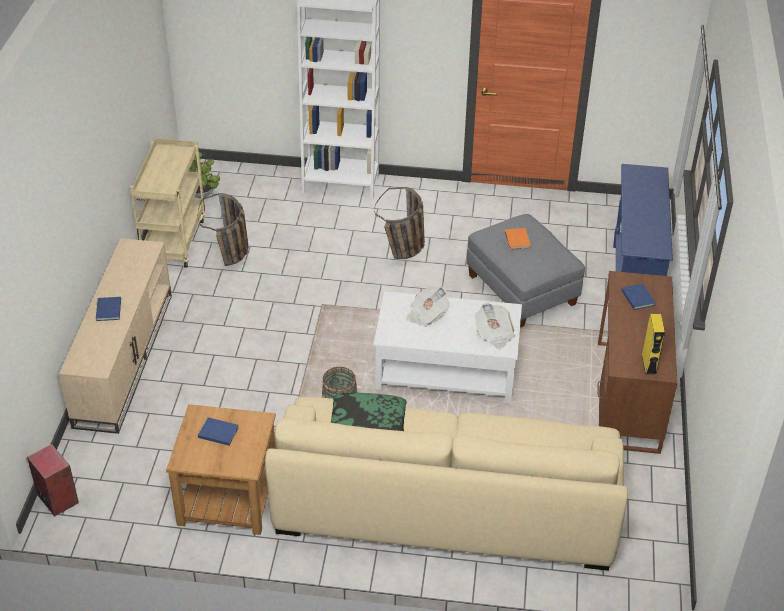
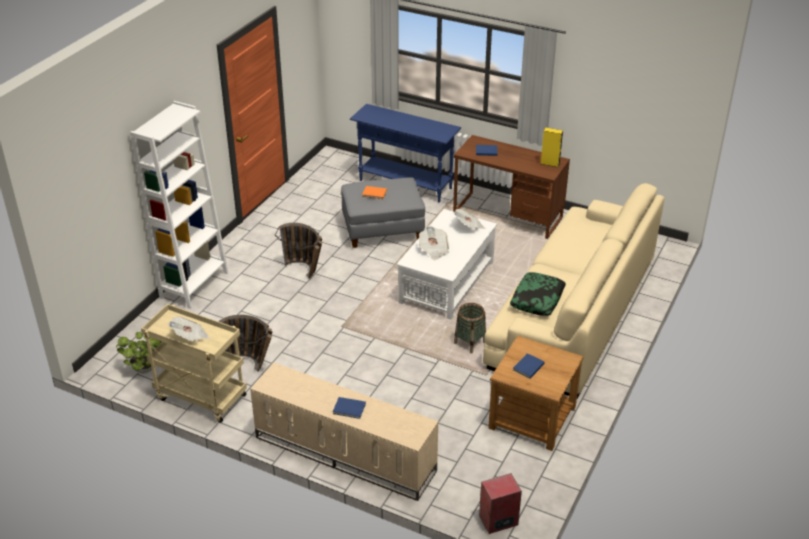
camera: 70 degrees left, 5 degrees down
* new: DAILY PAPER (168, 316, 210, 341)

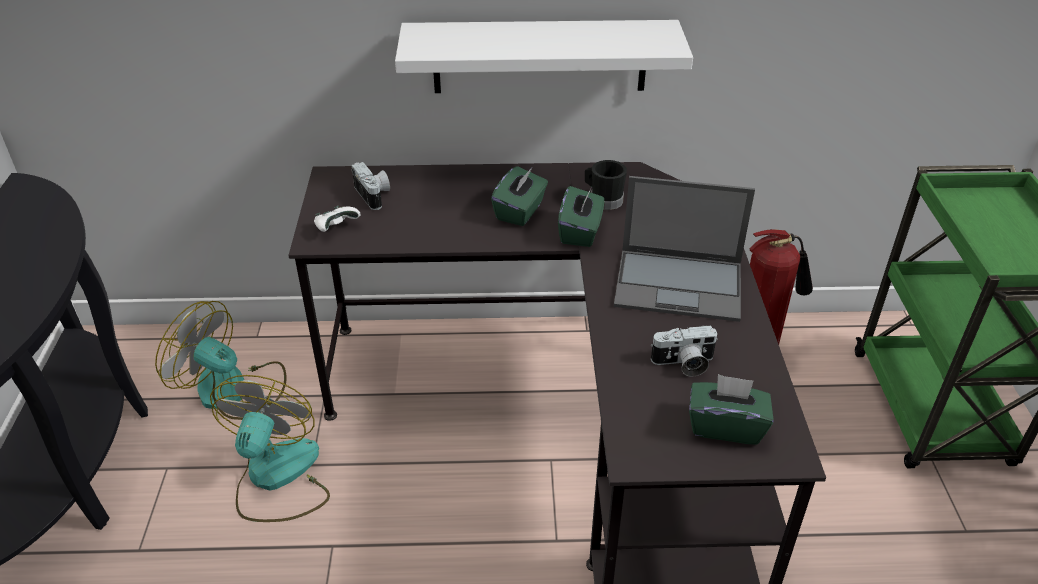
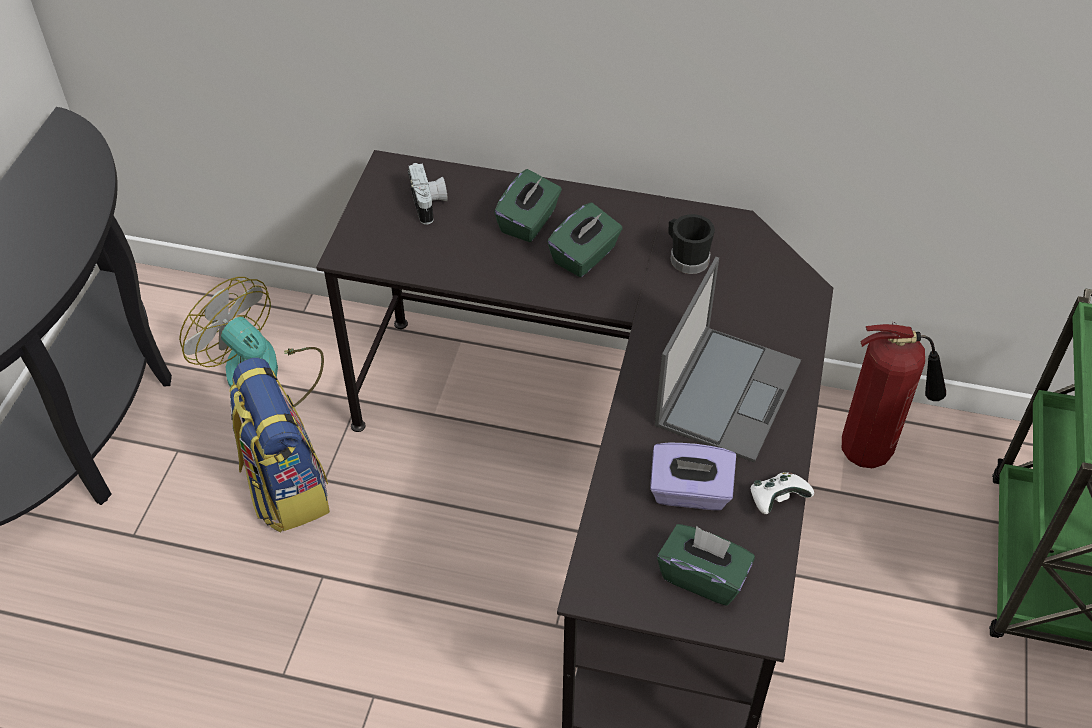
camera: 15 degrees right, 10 degrees up
* swapped: COOLING FAN (210, 375, 330, 522) to BACKPACK (229, 357, 330, 533)
* shifted: WHITISH GAMEPAD (314, 206, 360, 232) to (750, 472, 814, 514)
* gone: WHITISH WALL SHELF (395, 20, 693, 93)
* shifted: GREEN-COLOURED TISSUE HOLDER (558, 186, 604, 247) to (494, 169, 562, 242)
* rotated: PORTABLE COMPUTER (614, 176, 755, 322) = (655, 257, 801, 462) 90 degrees counterclockwise
* swapped: PHOTO CAMERA (650, 325, 718, 377) to PURPLISH TISSUE HOLDER (650, 442, 736, 510)

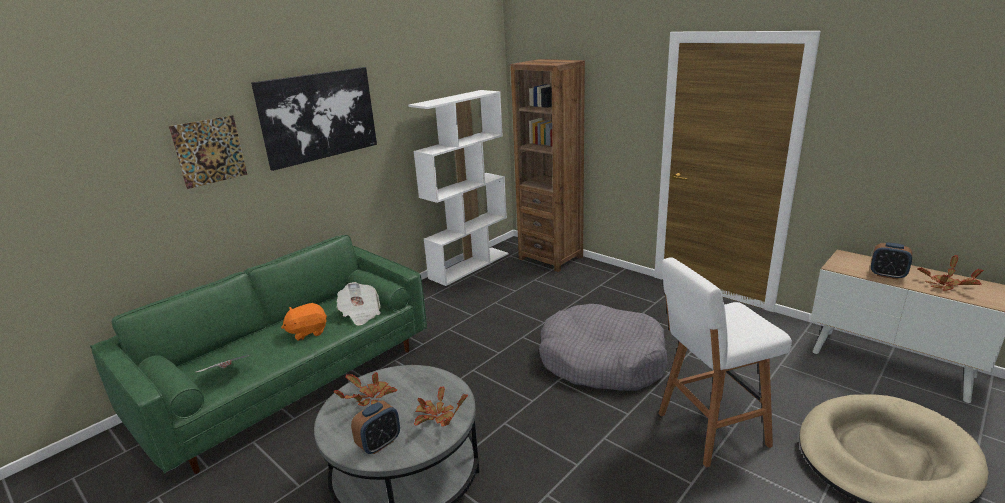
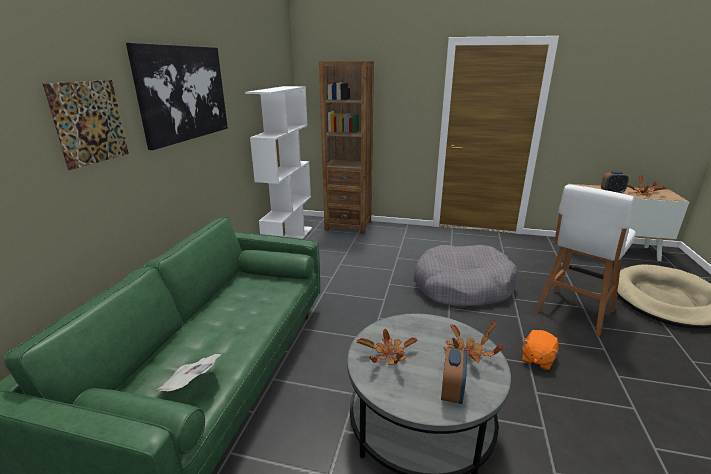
camera: 30 degrees left, 0 degrees up
* shifted: ORANGE SOFT TOY (281, 303, 327, 341) to (522, 330, 559, 370)
* gone: DAILY PAPER (337, 282, 381, 326)

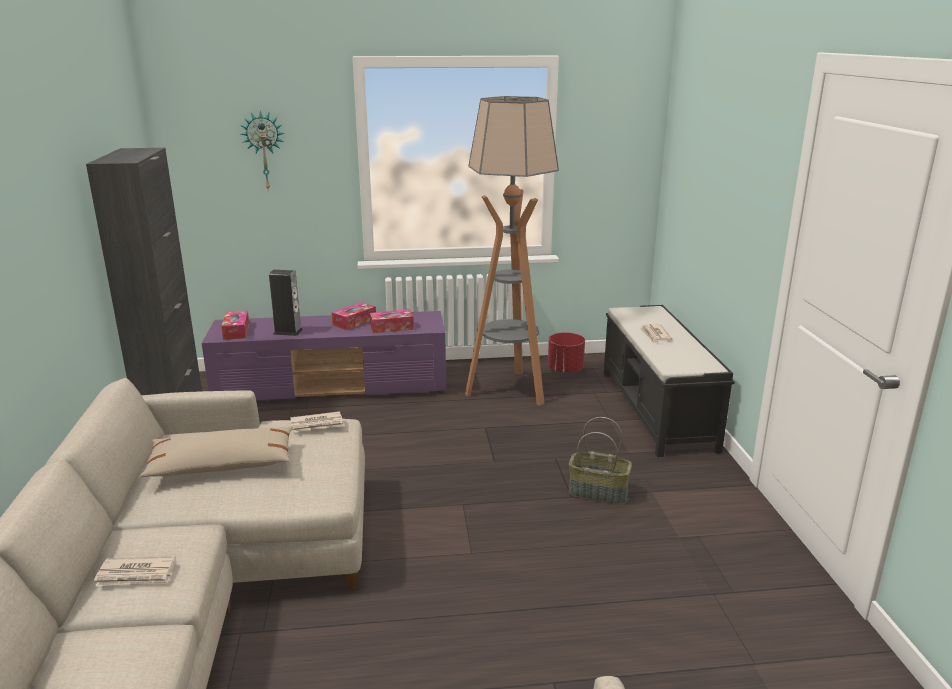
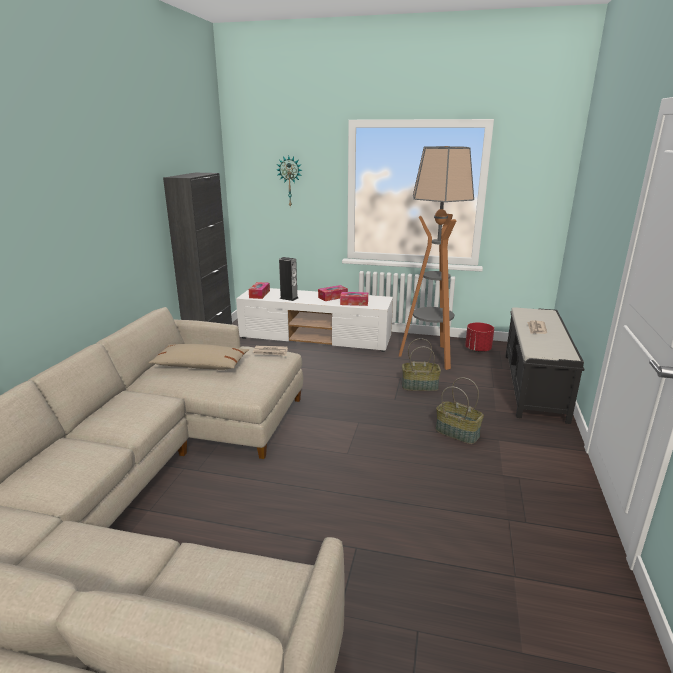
camera: 20 degrees right, 0 degrees up
* gone: DAILY PAPER (94, 556, 176, 586)
* repainted: PURPLISH TV UNIT (202, 311, 446, 400) to WHITISH TV UNIT (236, 288, 393, 352)
* new: STORAGE BASKET (402, 338, 441, 391)

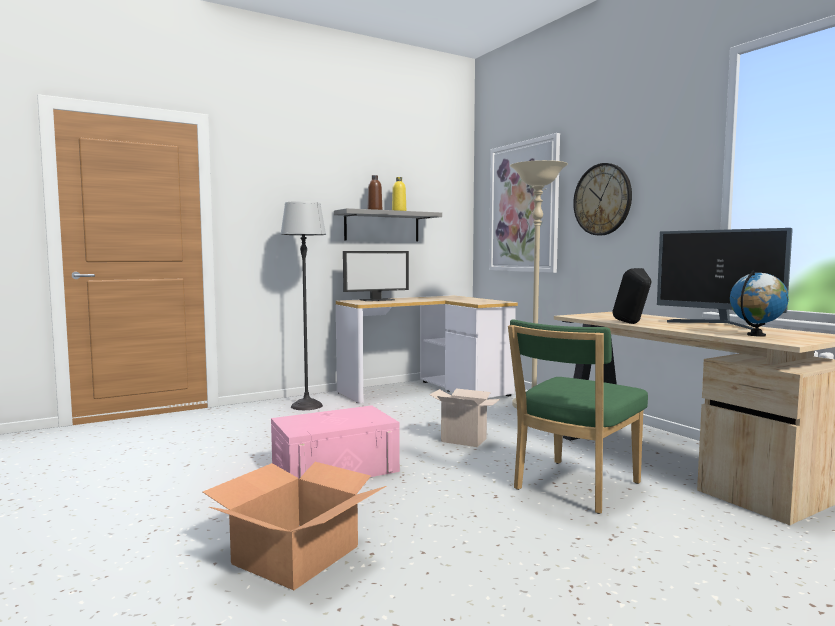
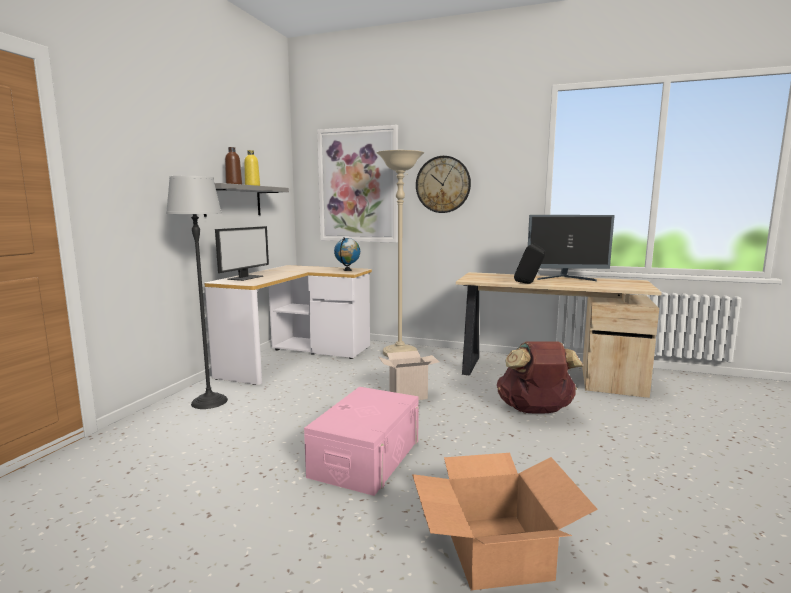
camera: 40 degrees left, 5 degrees up
* swapped: GREEN-COLOURED PLAIN CHAIR (508, 319, 648, 514) to BROWN BACKPACK (497, 341, 583, 414)
* shifted: DESK GLOBE (730, 271, 789, 337) to (334, 237, 360, 271)

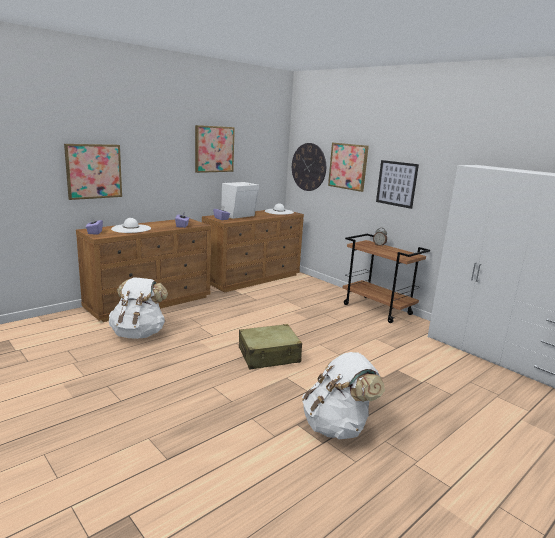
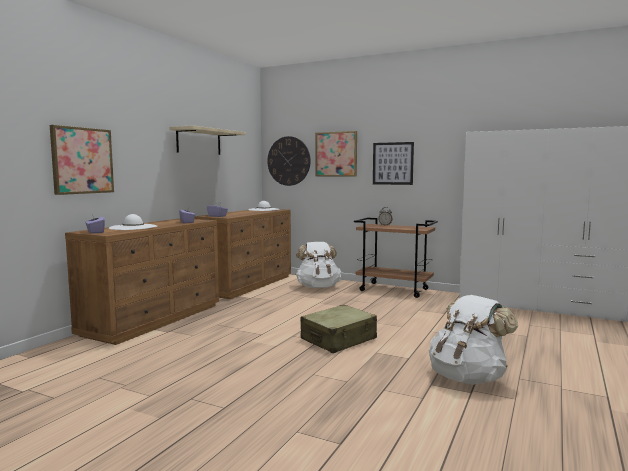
camera: 20 degrees left, 10 degrees down
* shifted: WHITISH BACKPACK (109, 277, 168, 339) to (295, 242, 341, 288)
* swapped: WALL PICTURE (195, 125, 235, 173) to SAND-COLOURED WALL SHELF (169, 125, 246, 155)
* gone: WHITISH LOUDSPEAKER (221, 181, 259, 219)

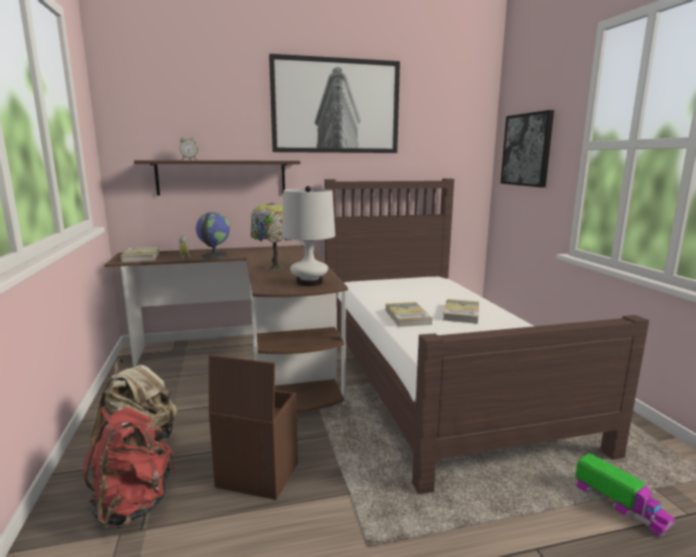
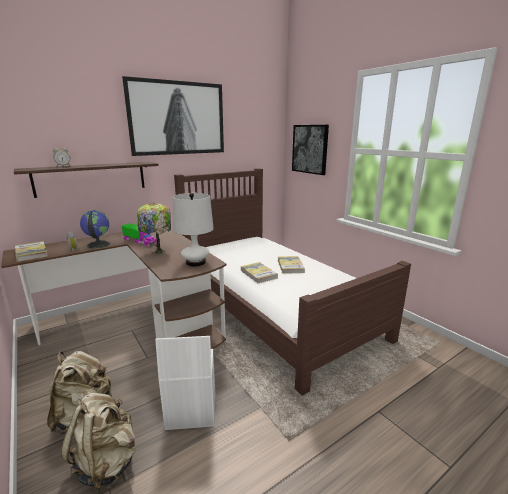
camera: 20 degrees left, 5 degrees up
* repainted: RED-COLOURED BACKPACK (82, 406, 175, 529) to SAND-COLOURED BACKPACK (61, 393, 135, 493)
* repainted: BROWN STORAGE BOX (209, 355, 298, 500) to WHITISH STORAGE BOX (155, 336, 215, 430)
* shifted: MODEL TRUCK (575, 453, 675, 537) to (122, 223, 157, 247)

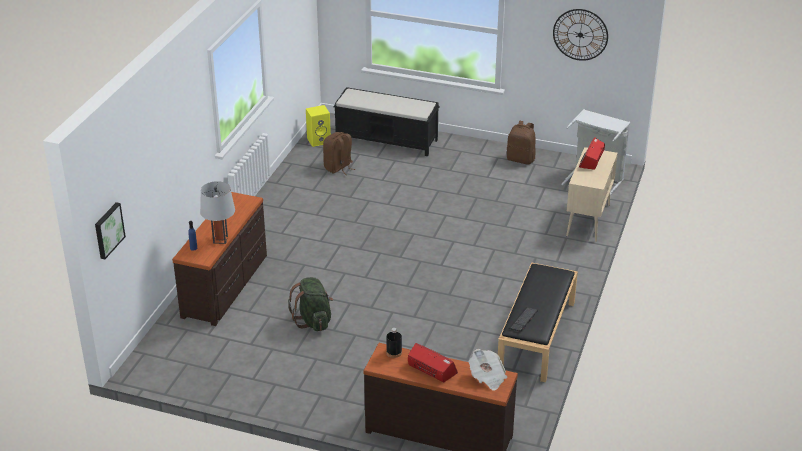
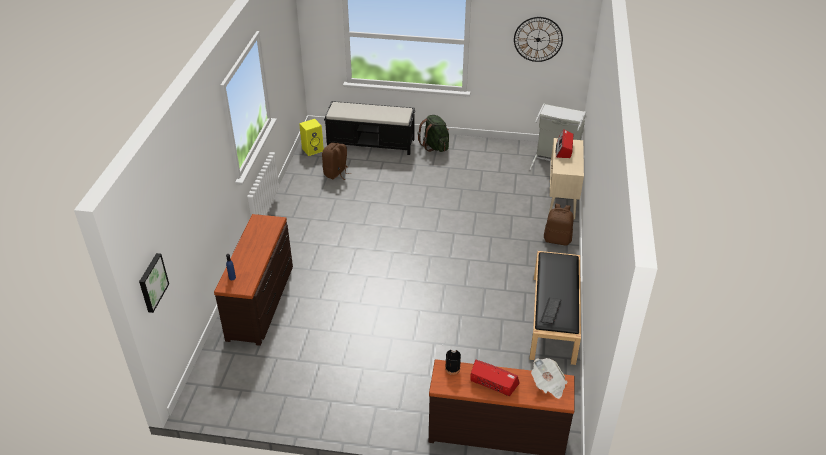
camera: 10 degrees left, 5 degrees up
* gone: GREYISH TABLE LAMP (200, 181, 235, 244)
* shifted: GREEN-COLOURED BACKPACK (288, 277, 333, 331) to (418, 115, 449, 152)
* shifted: BROWN BACKPACK (507, 121, 536, 165) to (544, 204, 574, 246)

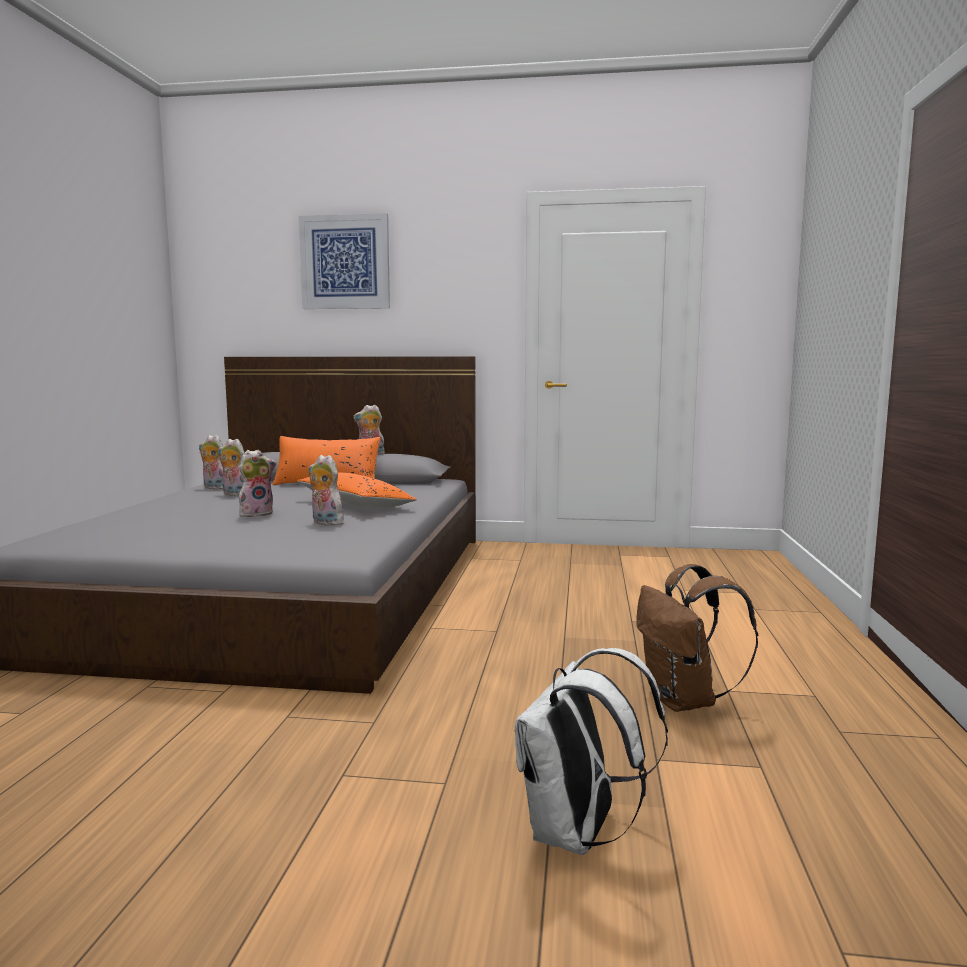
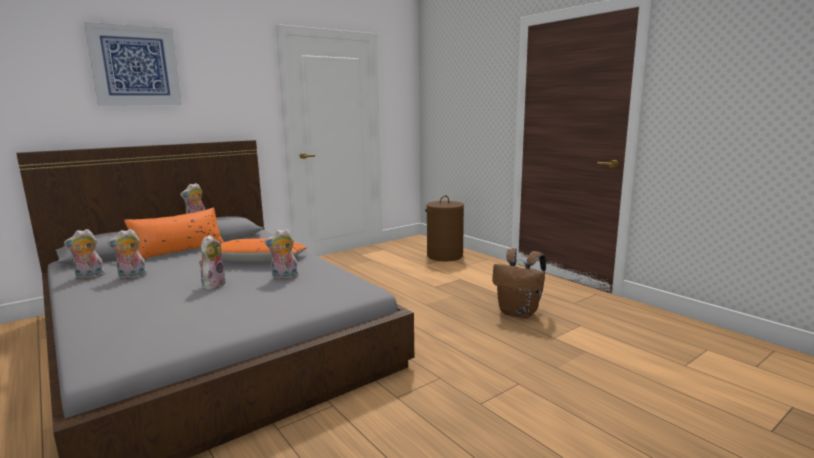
camera: 45 degrees left, 5 degrees up
* gone: WHITISH BACKPACK (515, 648, 668, 855)
* new: BROWN HAMPER (425, 196, 464, 261)

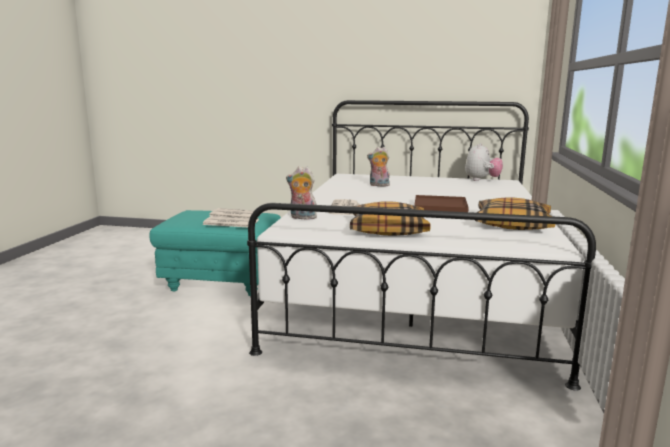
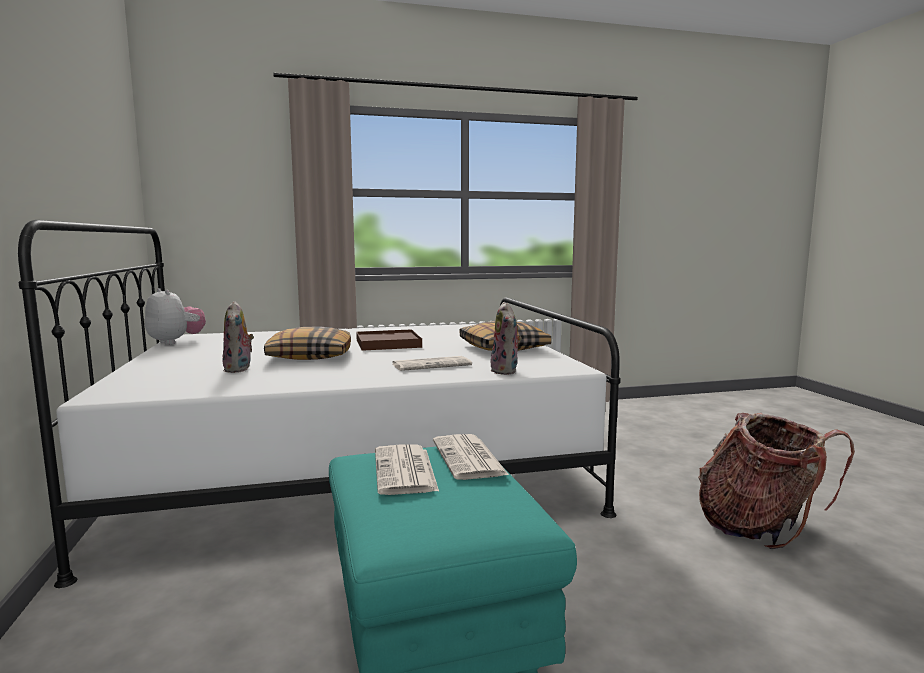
camera: 115 degrees left, 5 degrees down
* rotated: SOFT TOY (465, 143, 503, 181) = (145, 288, 206, 345) 45 degrees clockwise
* shifted: THROW PILLOW (475, 197, 555, 230) to (264, 327, 351, 360)
* new: BACKPACK (698, 413, 855, 549)

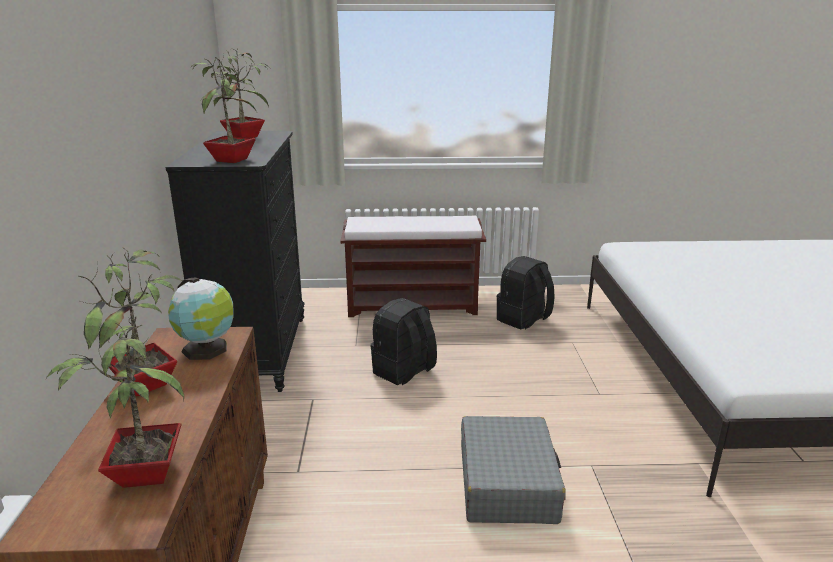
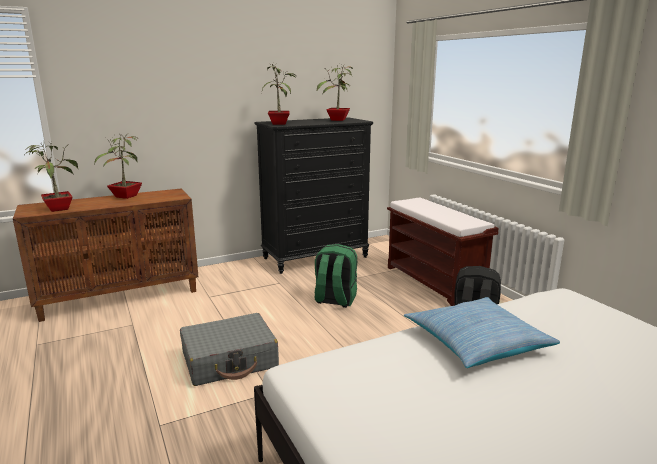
camera: 65 degrees right, 5 degrees down
* gone: DESK GLOBE (168, 278, 234, 360)
* repainted: BLACK-COLOURED BACKPACK (370, 298, 437, 385) to GREEN-COLOURED BACKPACK (314, 244, 357, 308)
* new: THROW PILLOW (404, 297, 560, 368)

